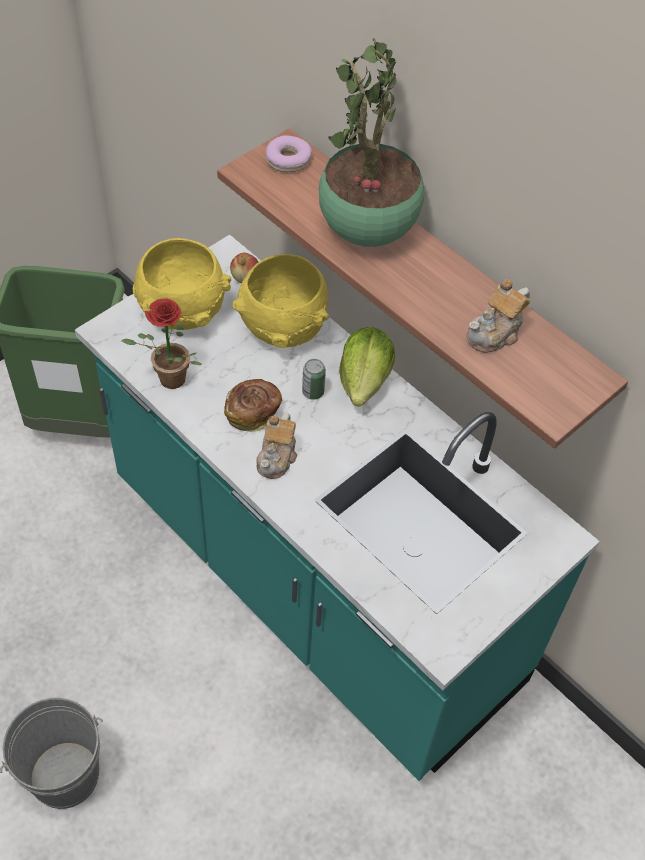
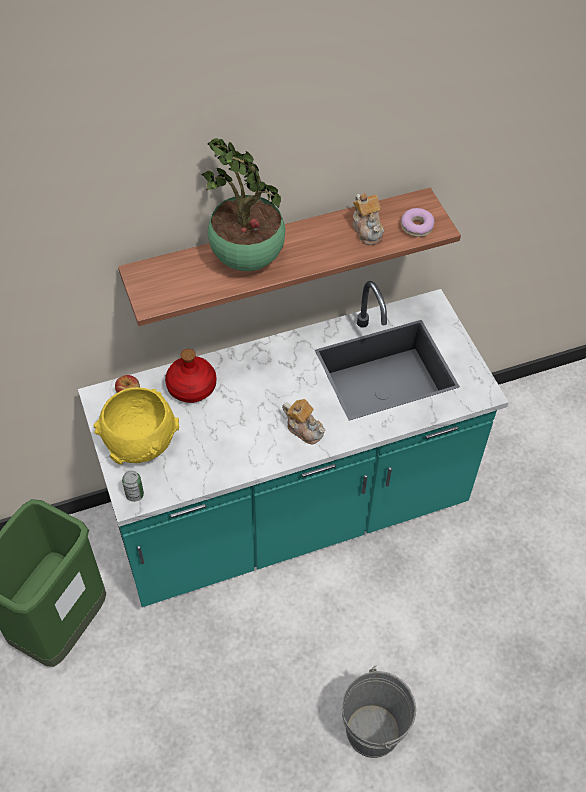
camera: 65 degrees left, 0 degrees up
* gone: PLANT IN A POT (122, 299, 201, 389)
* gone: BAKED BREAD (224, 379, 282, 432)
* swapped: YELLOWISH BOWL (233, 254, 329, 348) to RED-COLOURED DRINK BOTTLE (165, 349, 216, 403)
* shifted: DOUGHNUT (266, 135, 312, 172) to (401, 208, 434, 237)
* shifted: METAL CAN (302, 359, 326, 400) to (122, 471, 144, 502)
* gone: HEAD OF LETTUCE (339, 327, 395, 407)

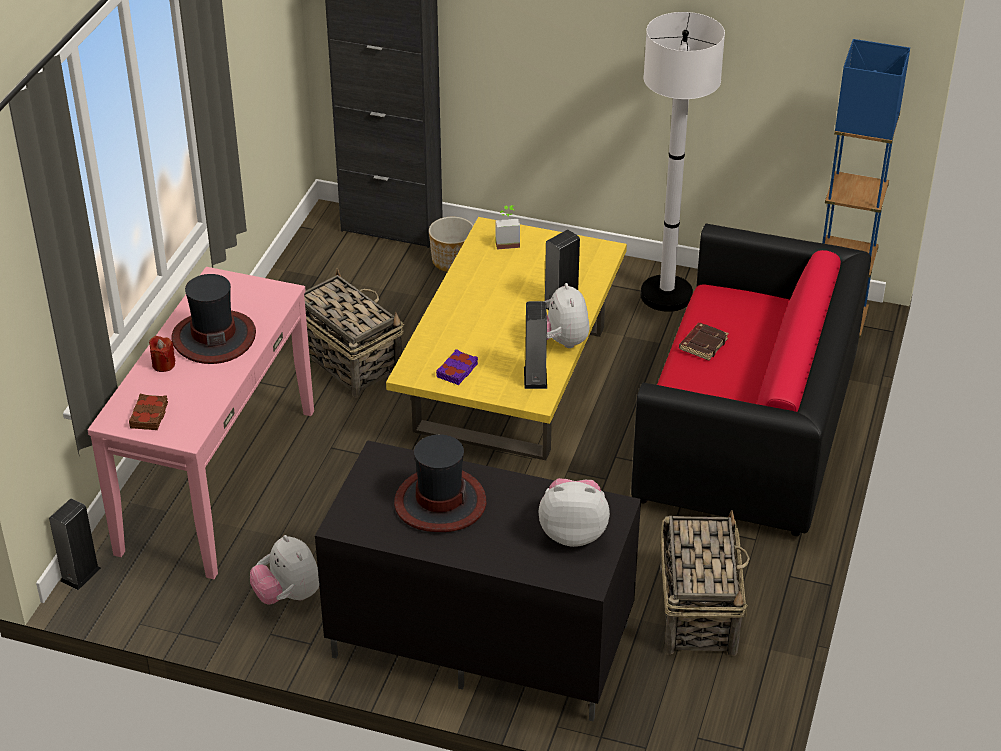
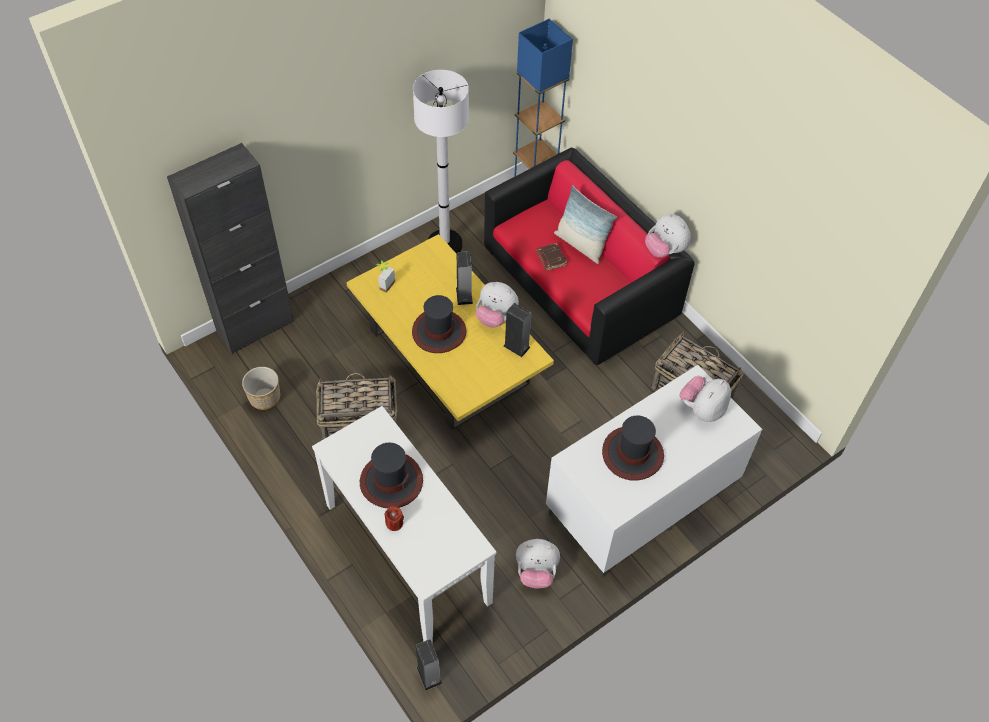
camera: 55 degrees left, 15 degrees up
* repainted: PINK HALL TABLE (88, 267, 314, 579) to WHITISH HALL TABLE (312, 406, 497, 644)
* gone: BROWN BOOK (129, 394, 168, 430)
* repainted: BLACK-COLOURED TV UNIT (315, 440, 641, 721) to WHITISH TV UNIT (546, 365, 762, 578)
* shifted: PLANT POT (429, 217, 474, 272) to (242, 367, 280, 410)
* gone: PURPLISH BOOK (436, 349, 478, 385)
* new: CLOTHING HAT (412, 295, 467, 353)
* new: THROW PILLOW (554, 185, 617, 264)
* new: SOFT TOY (645, 213, 691, 258)

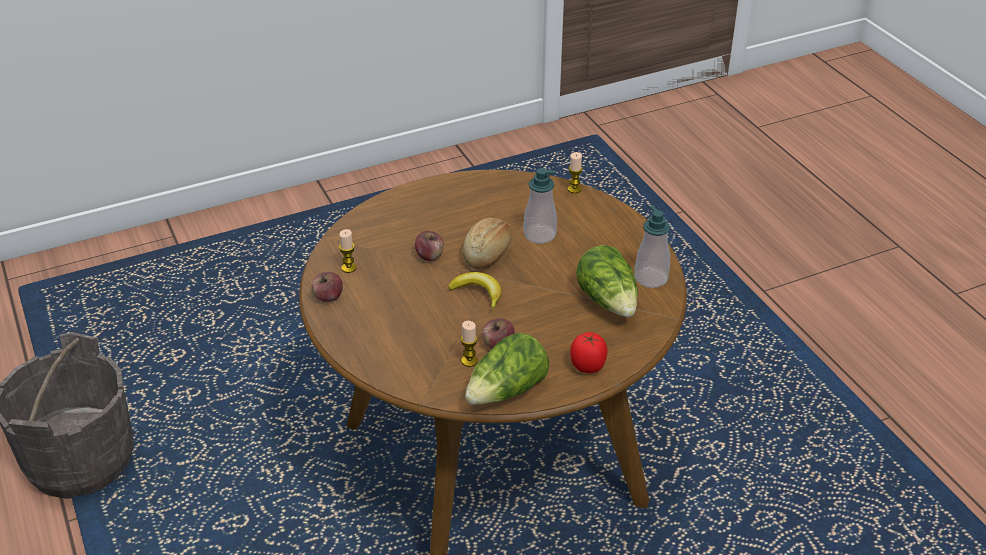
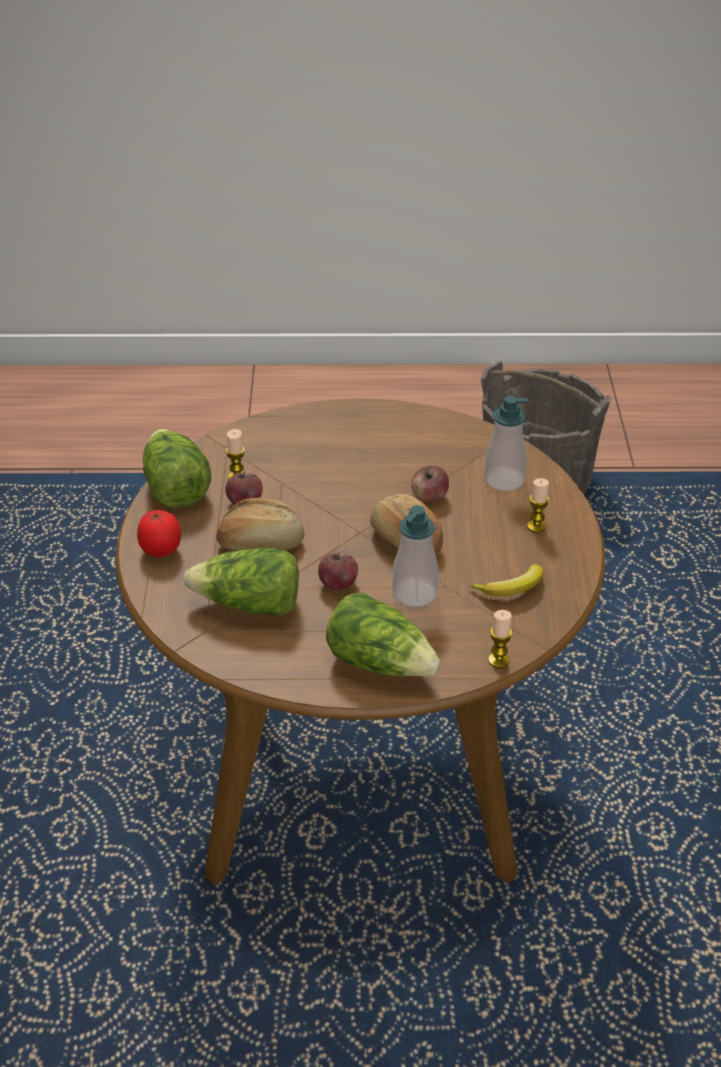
camera: 115 degrees right, 0 degrees up
* shifted: WHOLE APPLE (311, 272, 343, 302) to (318, 552, 358, 590)
* shifted: WAX LIGHT (339, 229, 356, 273) to (527, 478, 549, 533)
* shifted: BANANA FRUIT (448, 272, 502, 311) to (469, 564, 544, 596)
* shifted: LIQUID SOAP BOTTLE (634, 205, 670, 288) to (484, 396, 528, 491)
* new: BAKED BREAD (216, 498, 304, 550)
* new: HEAD OF LETTUCE (326, 592, 440, 676)

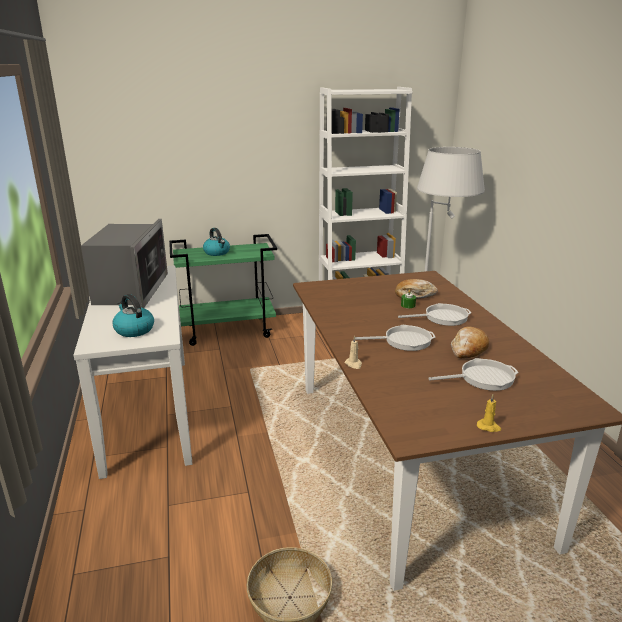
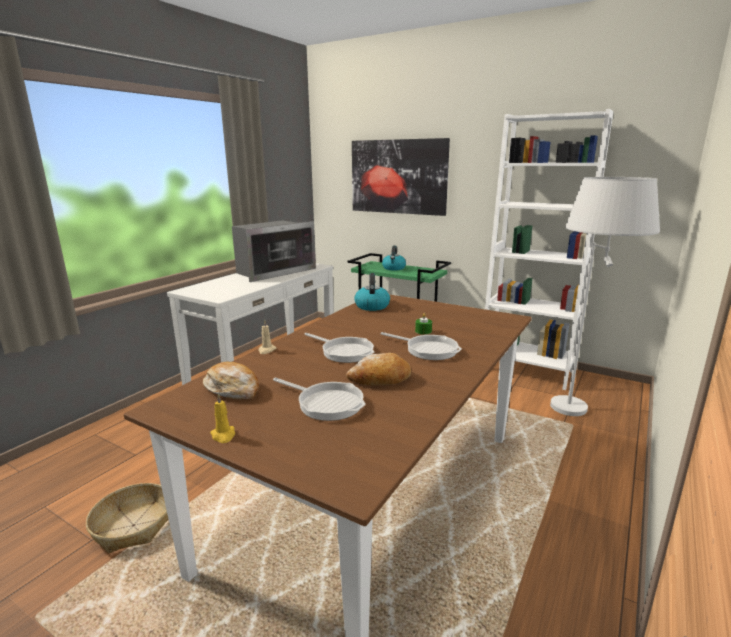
camera: 45 degrees right, 5 degrees down
* shifted: TEA KETTLE (112, 294, 154, 337) to (354, 273, 390, 311)
* shifted: BAKED BREAD (395, 279, 438, 299) to (203, 362, 259, 399)
* new: WALL PICTURE (352, 138, 450, 216)

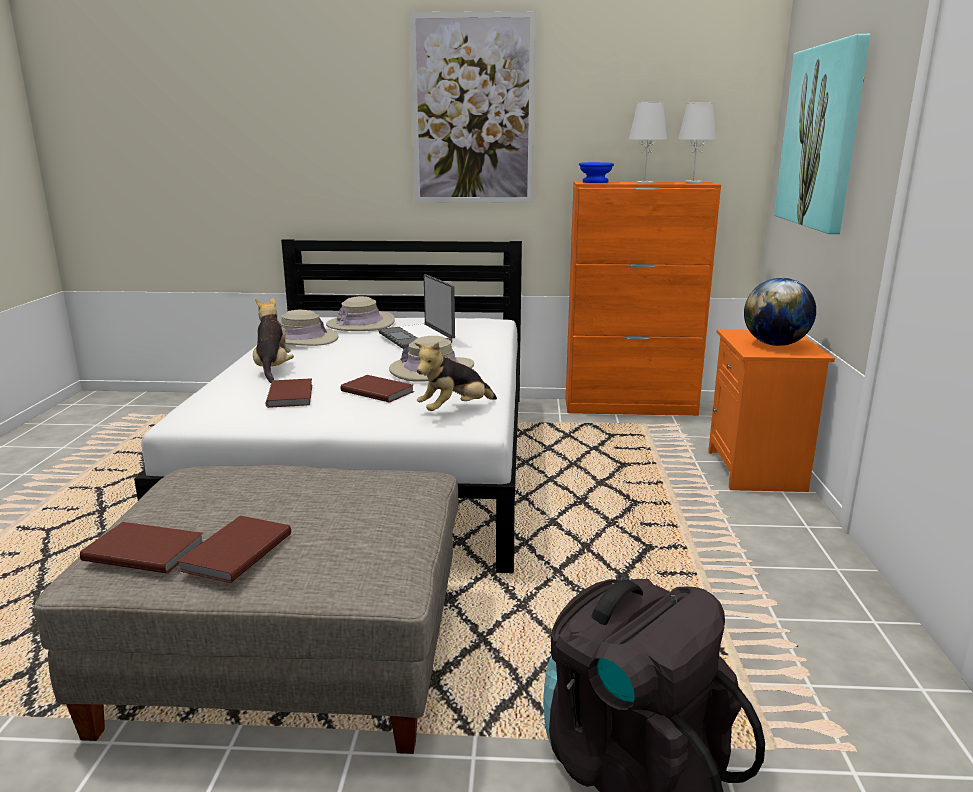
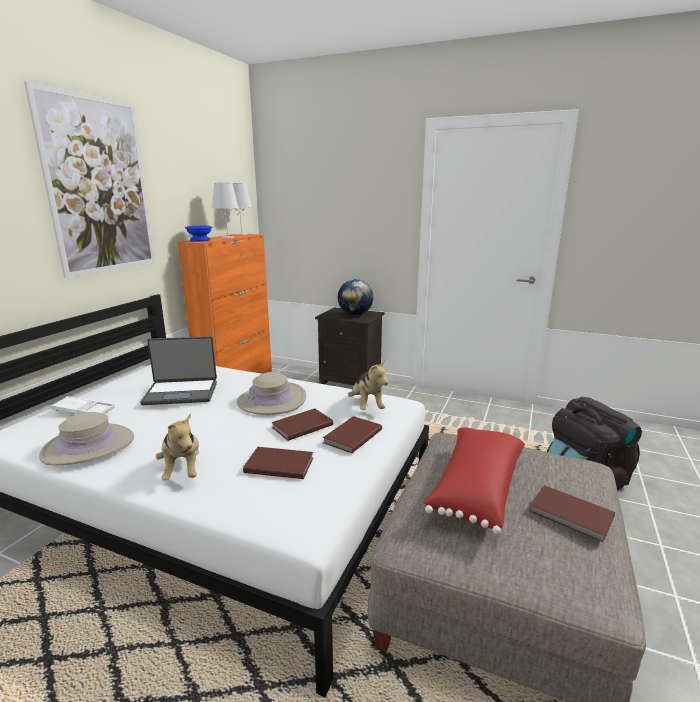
camera: 70 degrees left, 0 degrees up
* shifted: BROWN BOOK (80, 522, 203, 574) to (323, 416, 382, 453)
* rotated: SOFT TOY (253, 298, 294, 383) = (156, 413, 199, 480) 120 degrees counterclockwise
* swapped: SAND-COLOURED CLOTHING HAT (326, 296, 395, 331) to WHITISH SERVING TRAY (50, 396, 115, 414)
* repainted: ORANGE BEDSIDE TABLE (708, 329, 835, 492) to BLACK-COLOURED BEDSIDE TABLE (315, 307, 385, 385)
* gone: WALL PICTURE (774, 34, 870, 234)
* new: RED-COLOURED THROW PILLOW (422, 427, 525, 534)

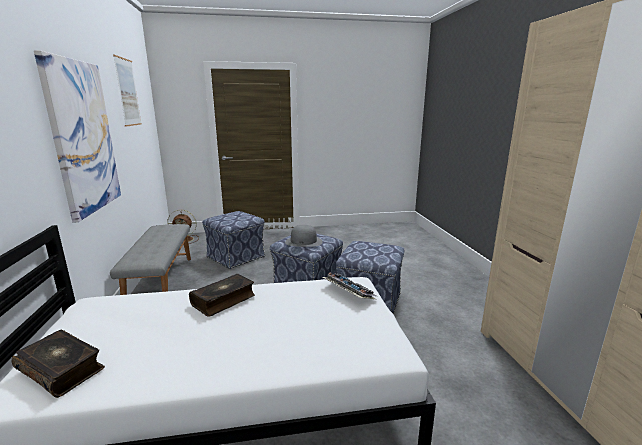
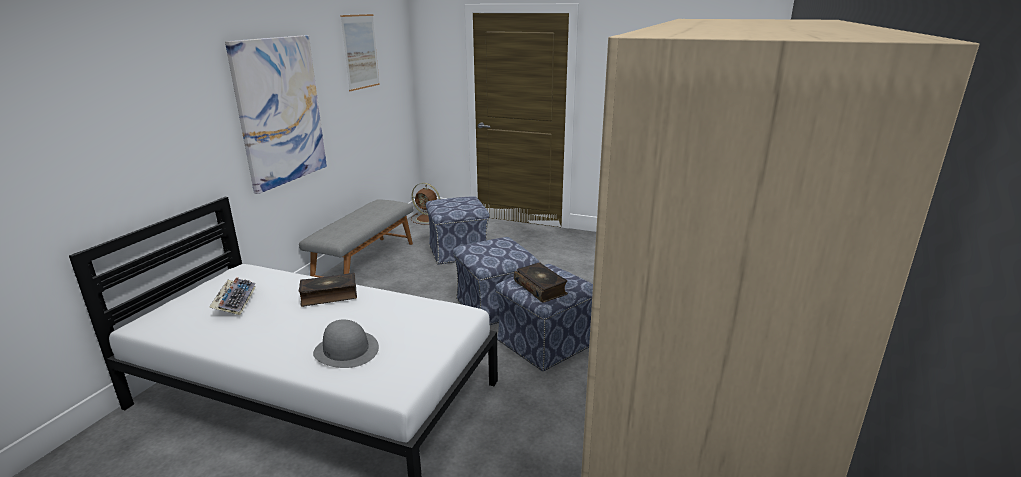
camera: 30 degrees right, 5 degrees up
* shifted: BOOK (12, 329, 105, 398) to (514, 262, 568, 303)
* shifted: GREYISH CLOTHING HAT (285, 225, 323, 247) to (313, 319, 379, 368)
* shifted: COMPUTER KEYBOARD (322, 273, 376, 299) to (209, 277, 256, 315)

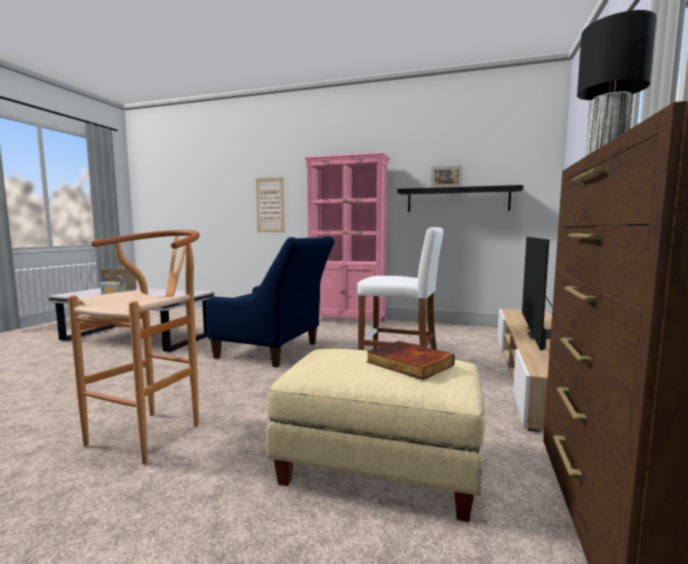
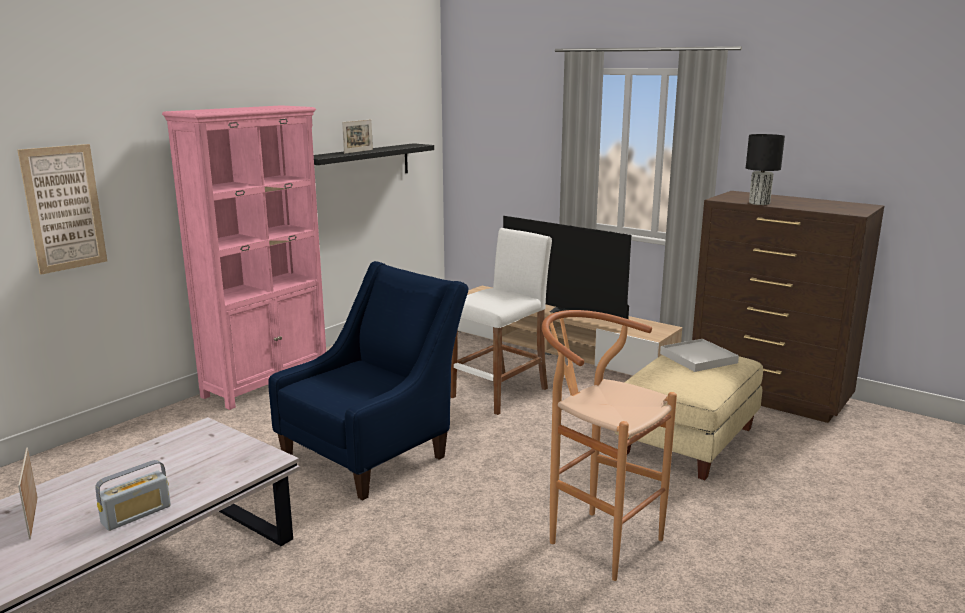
camera: 70 degrees left, 10 degrees up
* swapped: BOOK (366, 341, 455, 380) to WHITISH SERVING TRAY (660, 339, 739, 372)

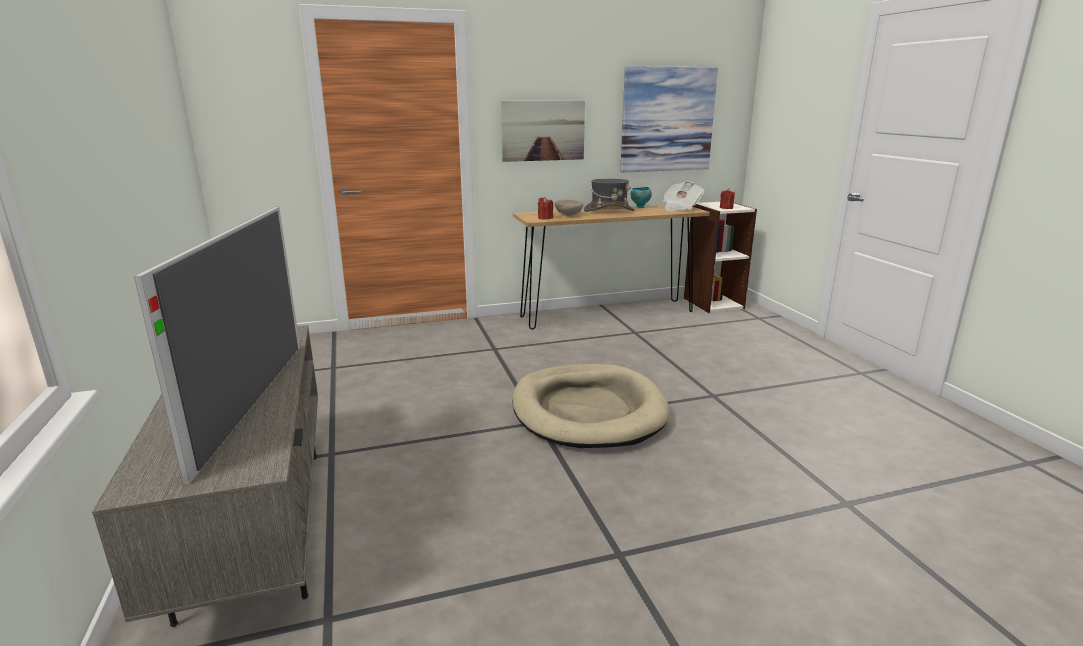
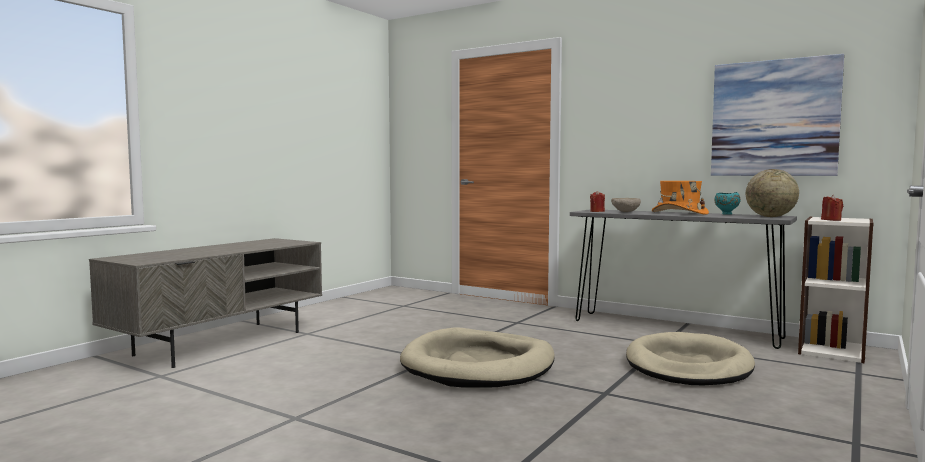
camera: 50 degrees right, 15 degrees down
* gone: TELEVISION (134, 207, 300, 484)
* gone: WALL PICTURE (501, 101, 585, 162)
* repainted: BROWN HALL TABLE (513, 204, 710, 330) to GREYISH HALL TABLE (570, 209, 797, 349)
* repainted: GREYISH CLOTHING HAT (584, 179, 635, 212) to ORANGE CLOTHING HAT (652, 181, 709, 215)
* swapped: DAILY PAPER (663, 181, 705, 211) to DESK GLOBE (746, 169, 799, 217)
* new: SAND-COLOURED PET BED (626, 332, 755, 385)

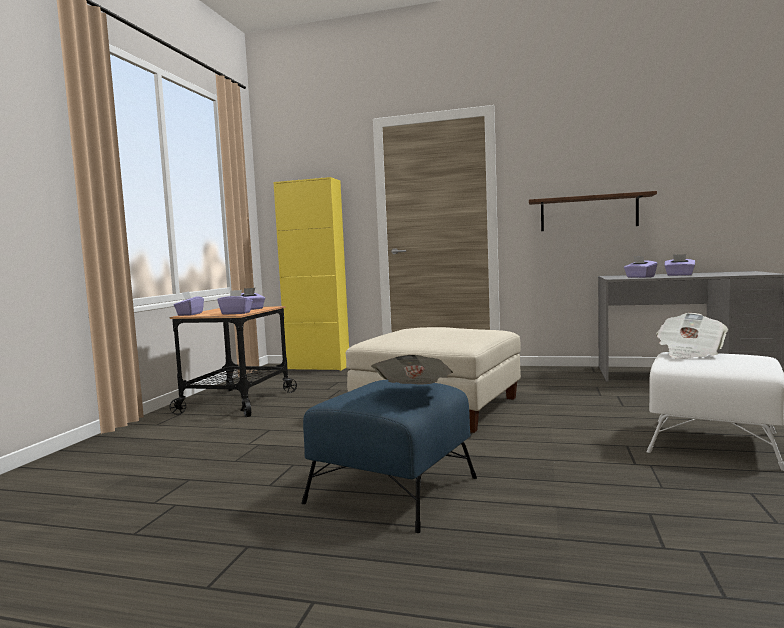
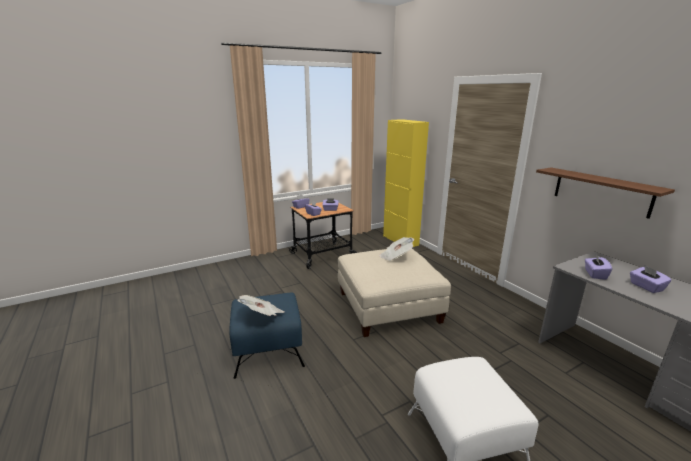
camera: 45 degrees right, 15 degrees up
* shifted: DAILY PAPER (656, 313, 728, 359) to (379, 237, 414, 261)

